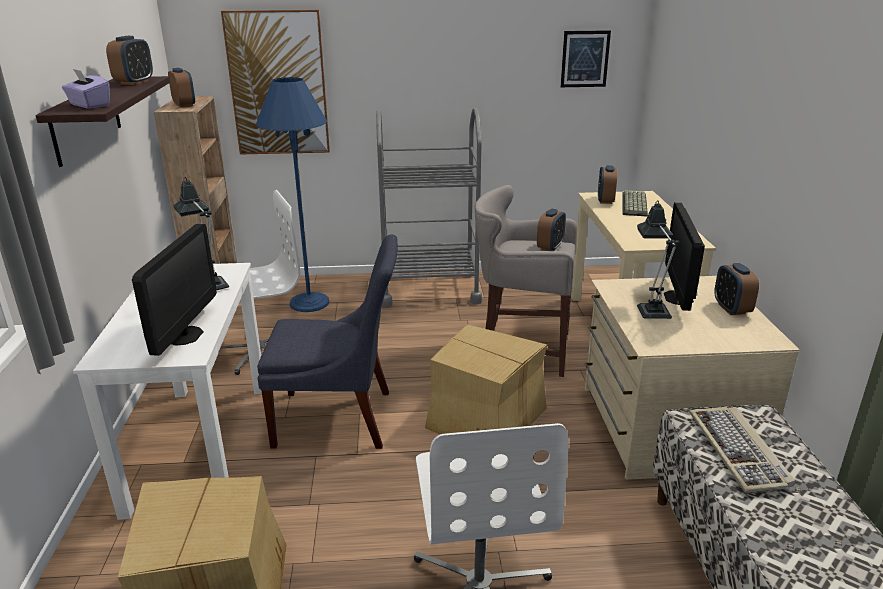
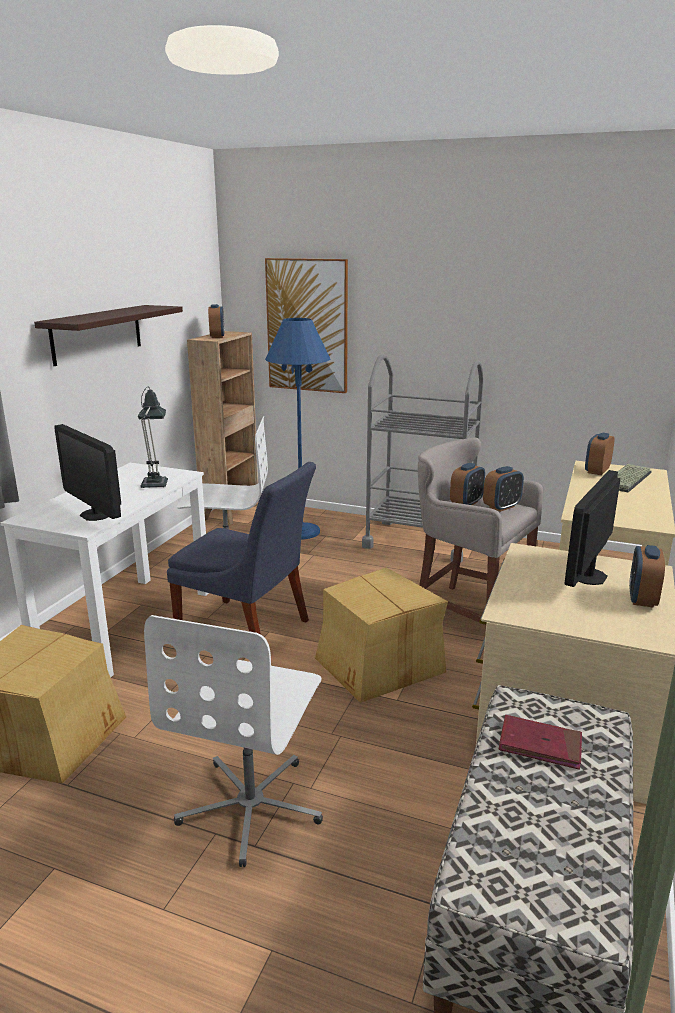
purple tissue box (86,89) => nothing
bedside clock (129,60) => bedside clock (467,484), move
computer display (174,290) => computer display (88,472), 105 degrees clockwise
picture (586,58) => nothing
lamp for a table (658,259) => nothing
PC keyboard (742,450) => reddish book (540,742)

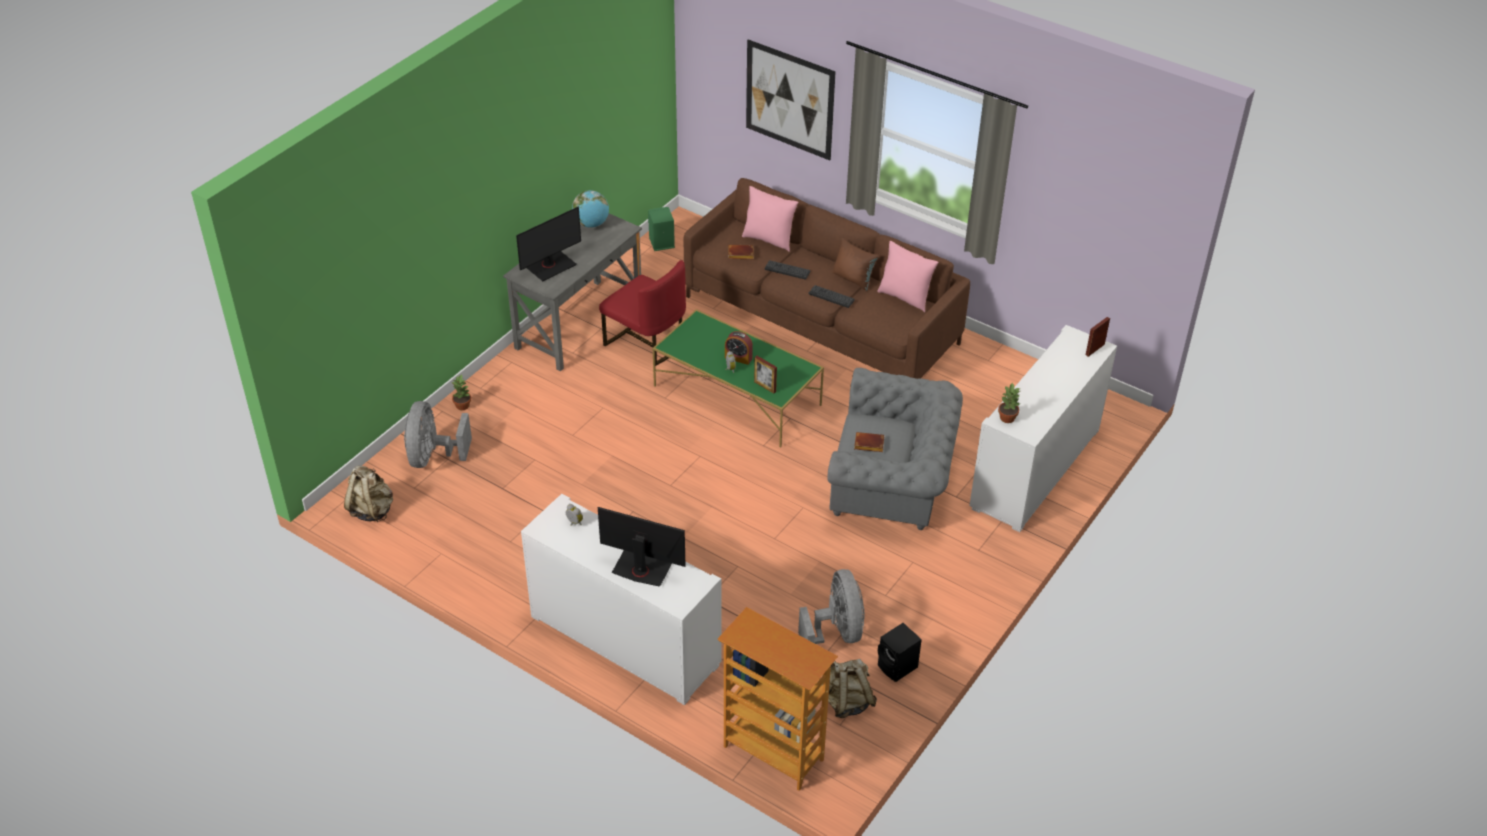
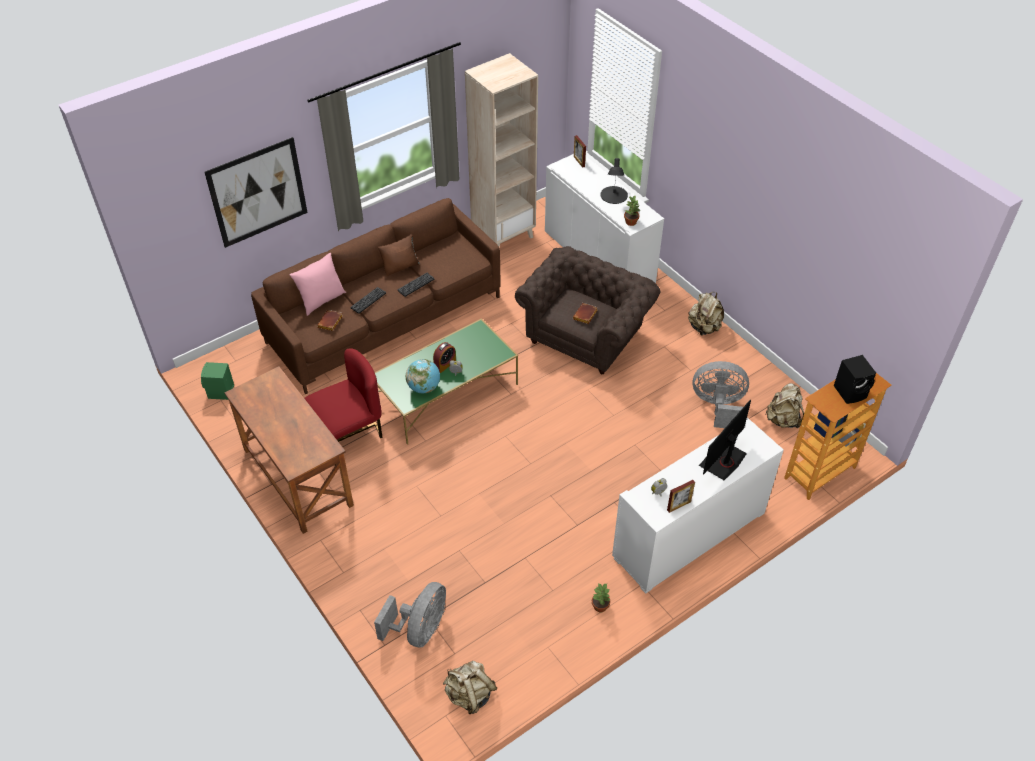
greyish fan (438,434) => greyish fan (410,615), 90 degrees counterclockwise
potted plant (461,392) => potted plant (601,597), move
greyish desk table (572,292) => brownish desk table (289,450)
computer display (548,244) => nothing
globe (590,209) => globe (423,376), move
standing frame (765,375) => standing frame (681,496), move
greyish lounge chair (895,449) => brownish lounge chair (587,310)
pink throw pillow (908,276) => nothing
blackish speaker (900,652) => blackish speaker (855,379), move
nothing => sand-coloured bookcase (501,150)
nothing => blackish lamp for a table (614,181)
nothing => sand-coloured rucksack (706,314)

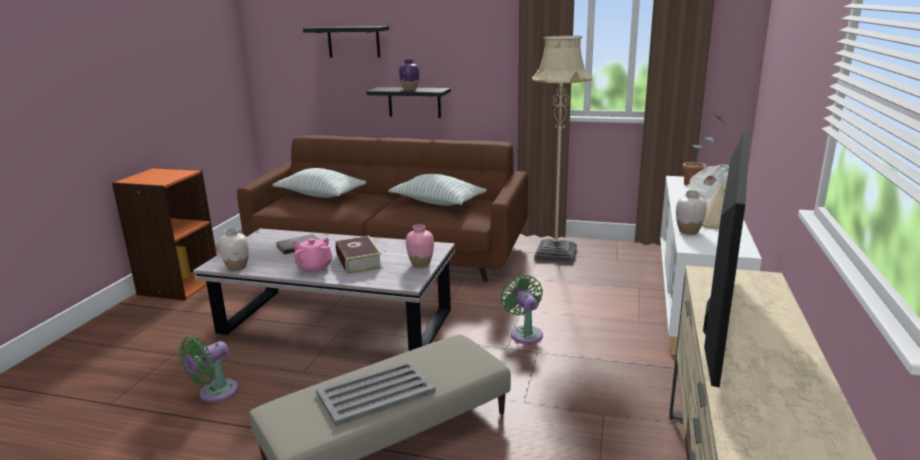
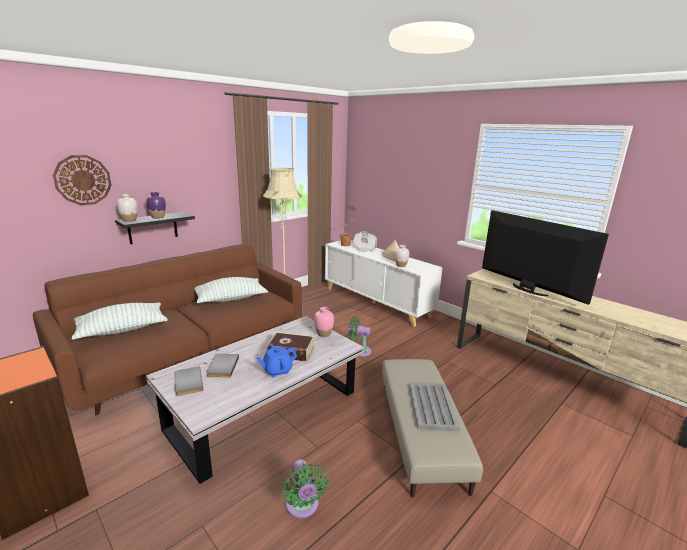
white-coloured flower vase (234,249) => white-coloured flower vase (127,208), move
pink teapot (312,255) => blue-coloured teapot (276,361)
blackish wall shelf (346,41) => wall clock (82,180)
nothing => greyish book (188,381)

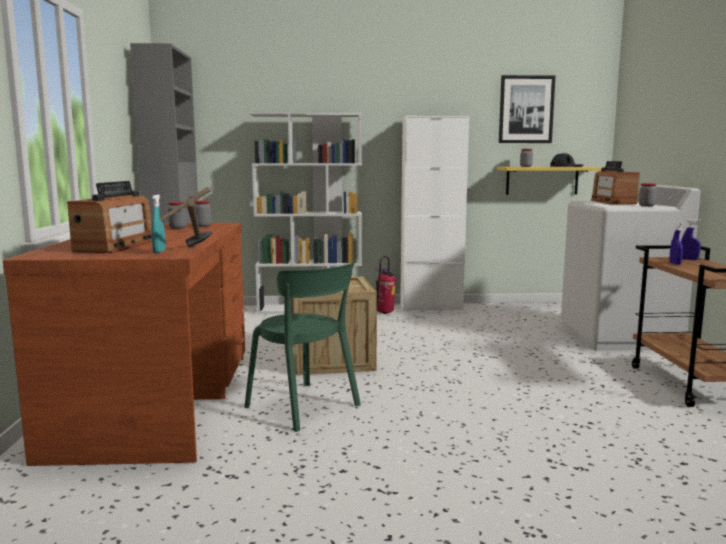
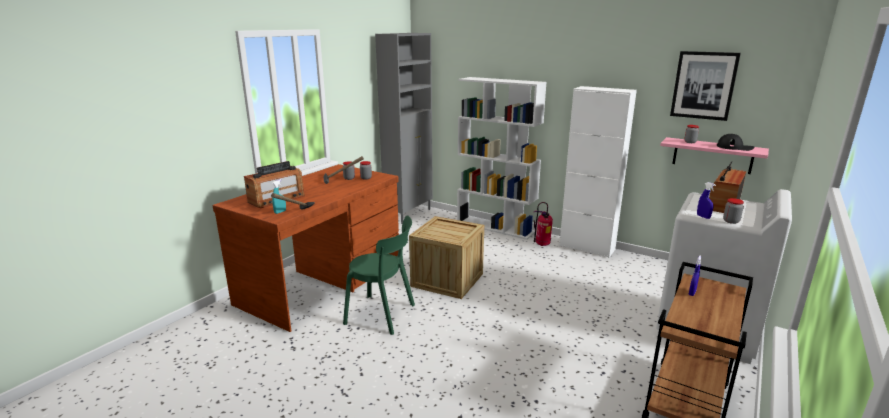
greenish plain chair (302,345) => greenish plain chair (379,275), 60 degrees counterclockwise
yellow-coloured wall shelf (549,181) => pink wall shelf (714,155)
blue-coloured hand sprayer (691,239) => blue-coloured hand sprayer (706,200), move

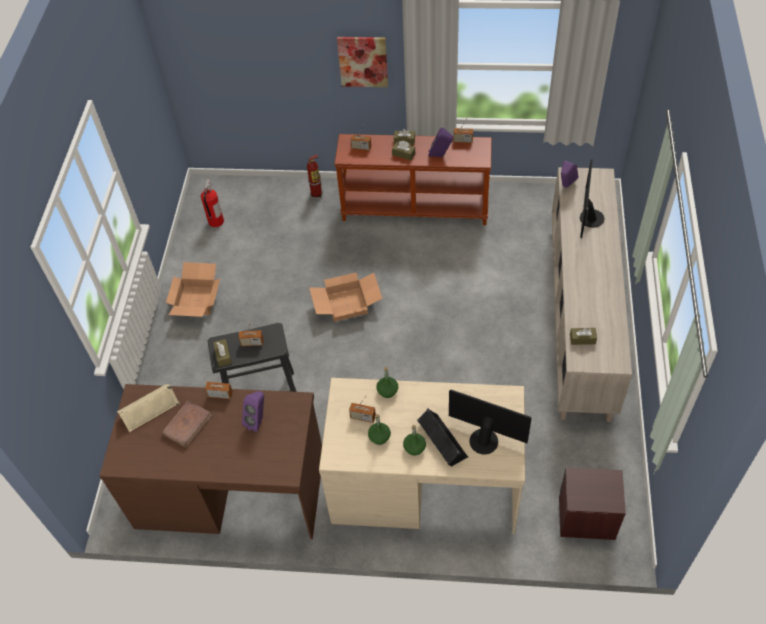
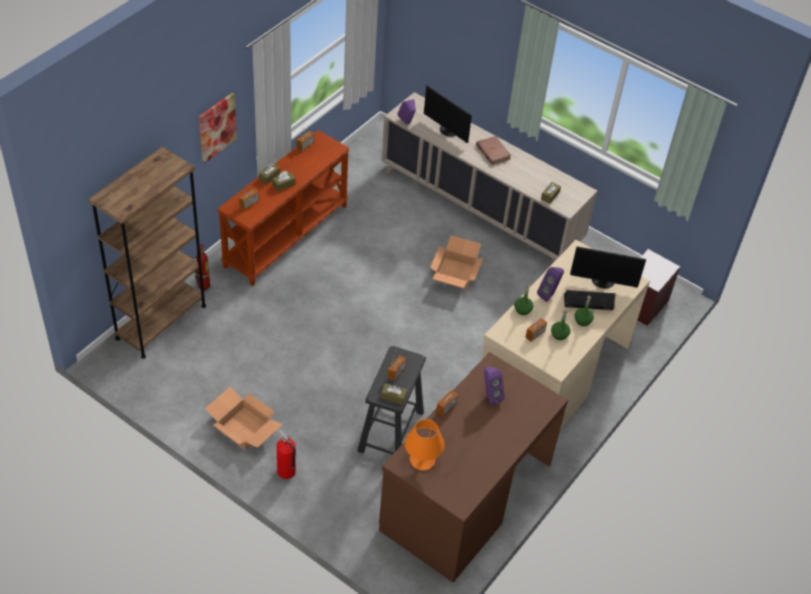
sand-coloured speaker (148,407) => orangey lamp for a table (424,445)
brownish book (187,424) => brownish book (493,150), move
extinguisher (212,203) => extinguisher (286,454), move
cardboard box (345,297) => cardboard box (456,262), move
purple speaker (441,142) => purple speaker (550,284), move
computer display (490,422) => computer display (608,267), 135 degrees counterclockwise
nothing => brownish bookcase (147,252)

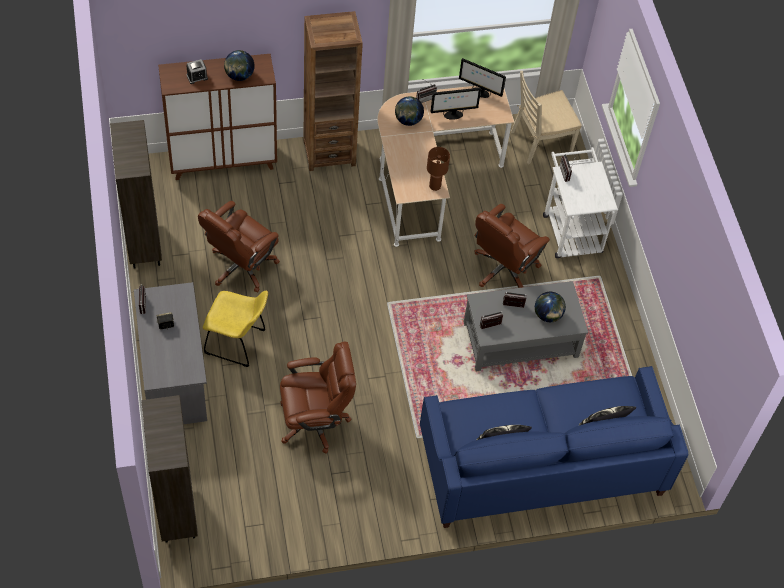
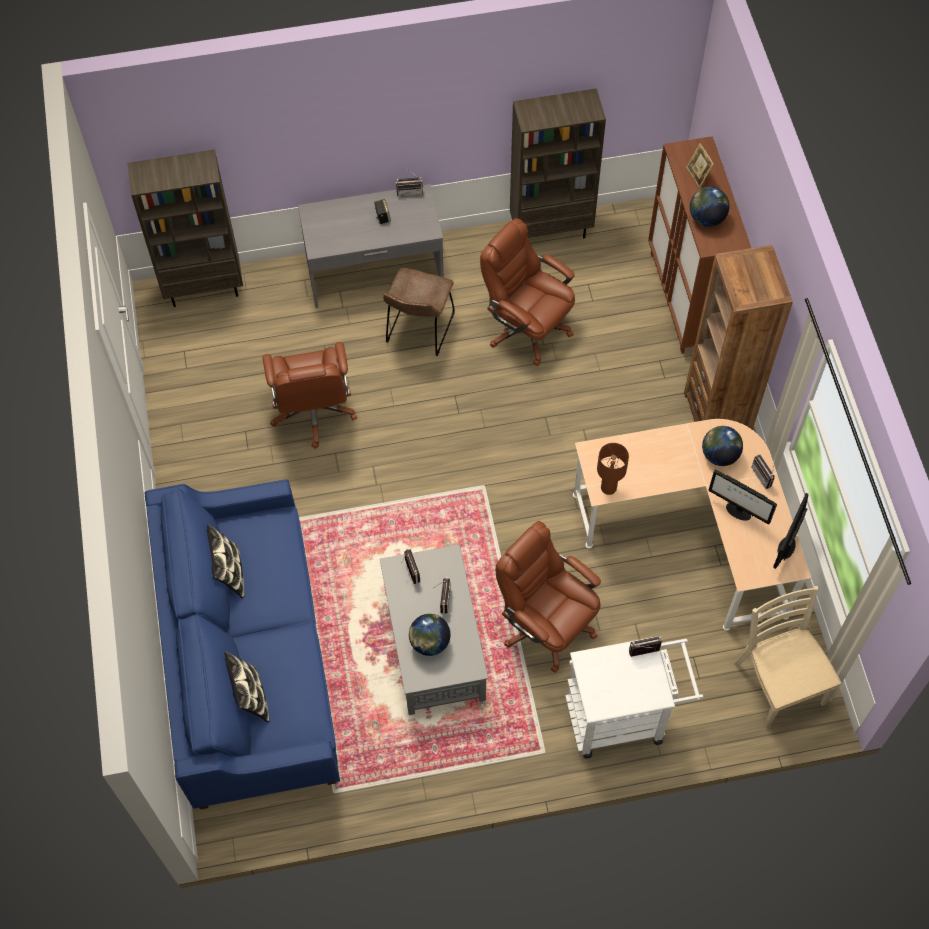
bedside clock (197,71) => standing frame (700,165)
yellow-coloured plain chair (235,329) => brownish plain chair (419,312)
computer display (456,104) => computer display (742,497), 45 degrees counterclockwise

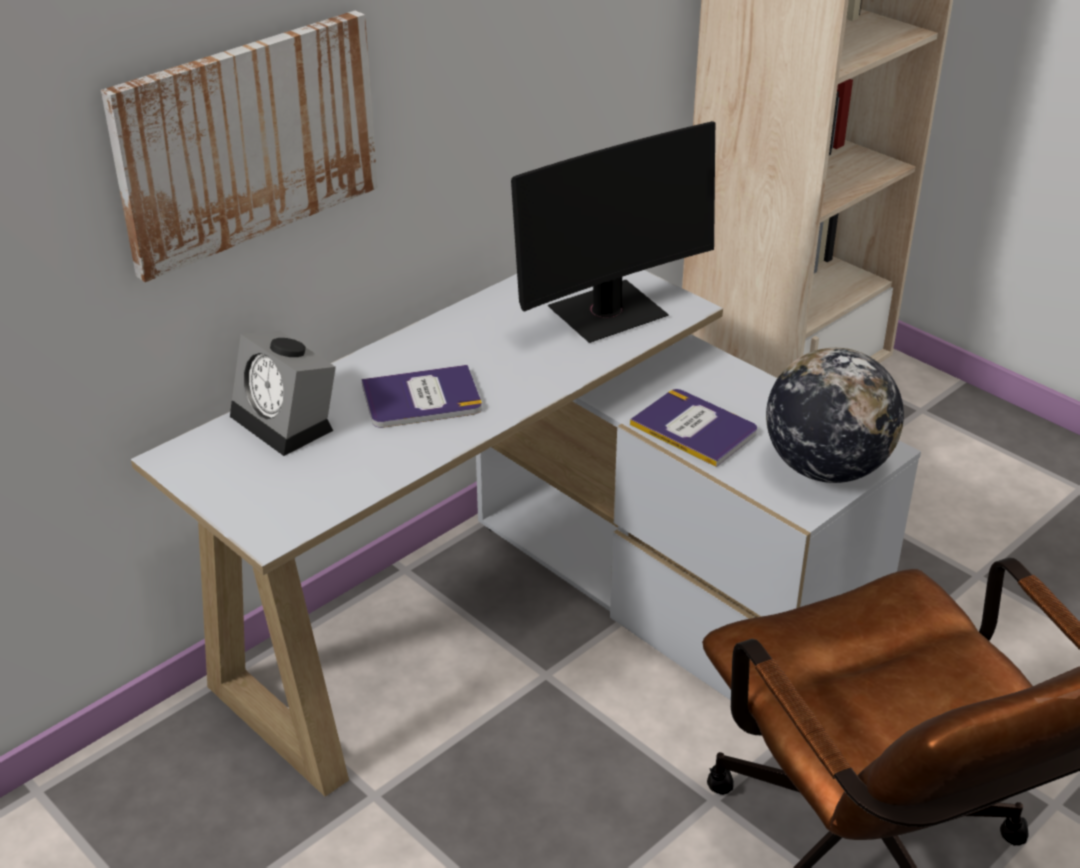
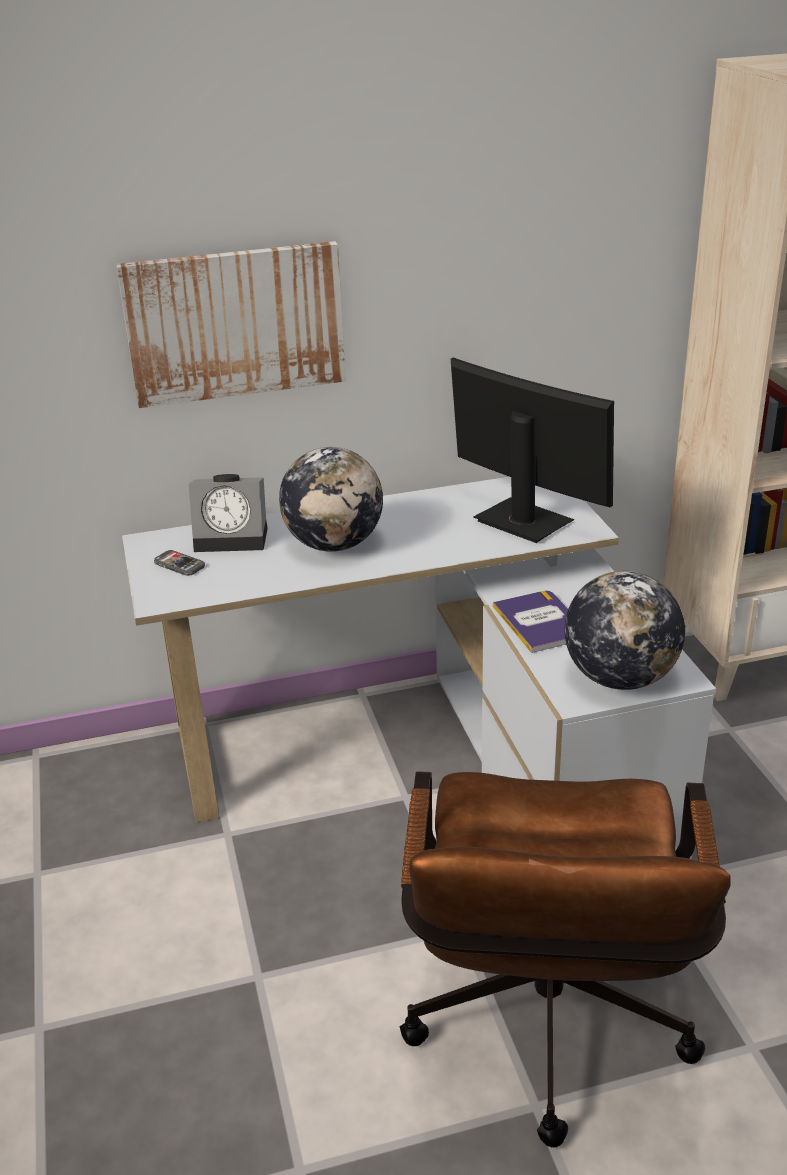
bedside clock (283,393) => bedside clock (228,513), 75 degrees counterclockwise
book (421,396) => globe (331,499)
computer display (613,232) => computer display (532,450), 135 degrees counterclockwise
nothing => phone (179,563)

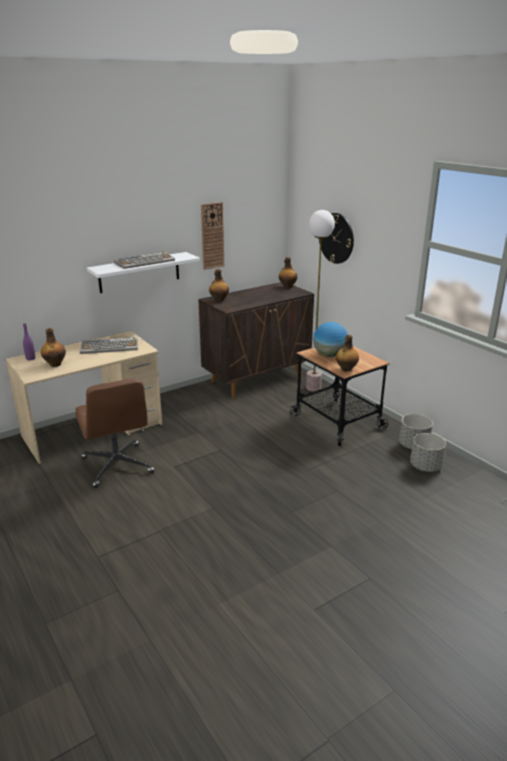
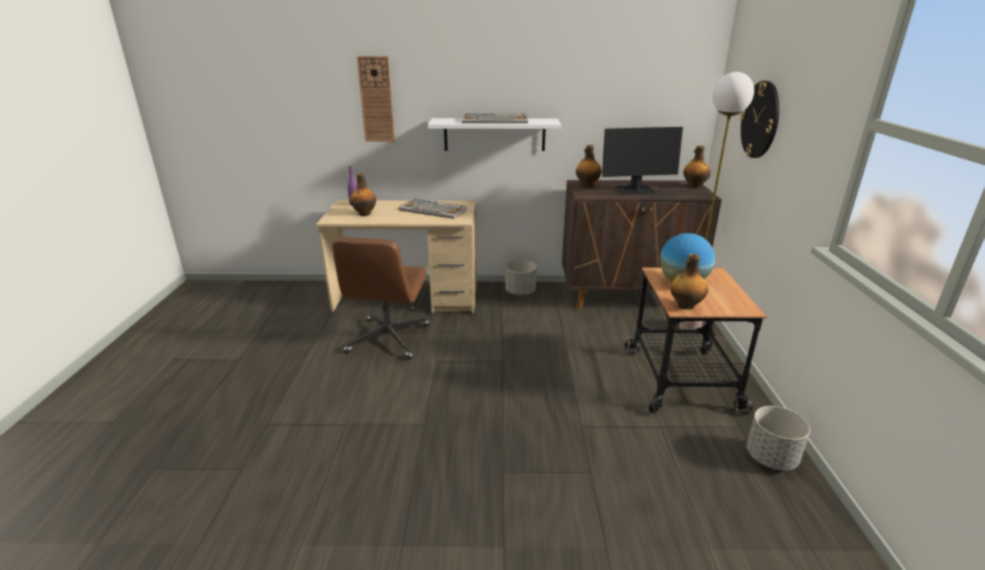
wall clock (212,236) => wall clock (376,99), move
greyish planter (428,452) => greyish planter (521,277), move
nothing => computer display (642,161)

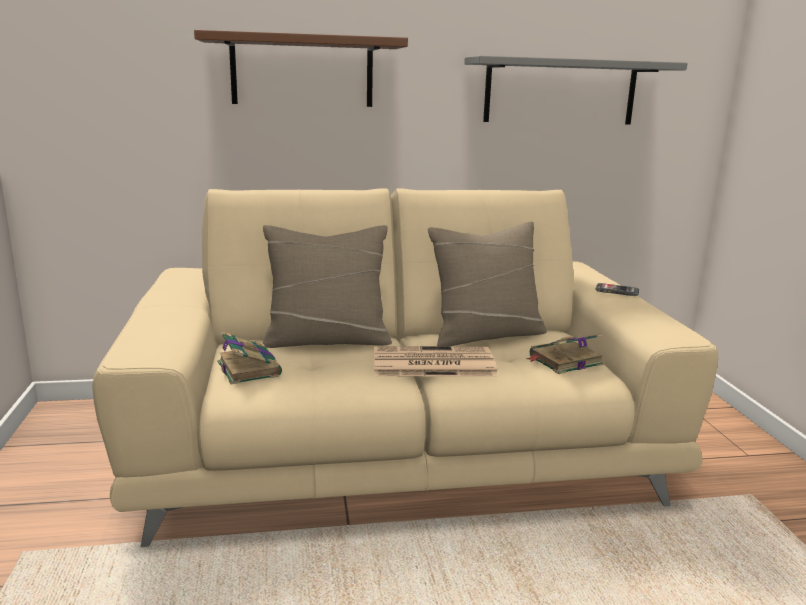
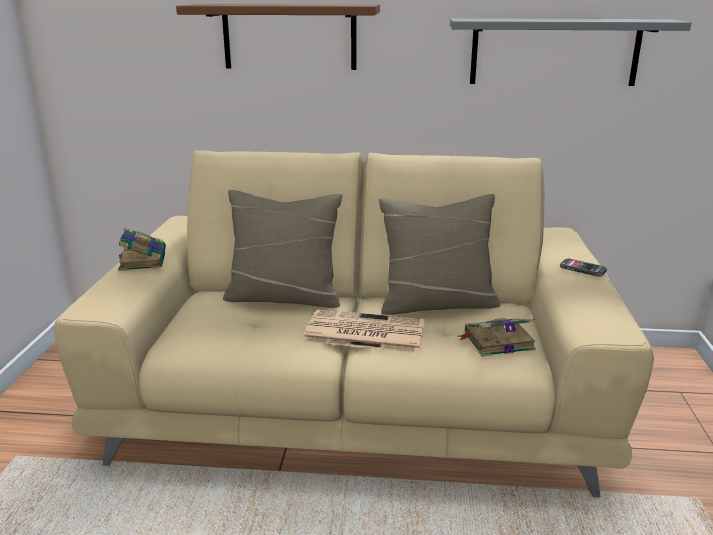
book (250,358) => book (142,249), move

